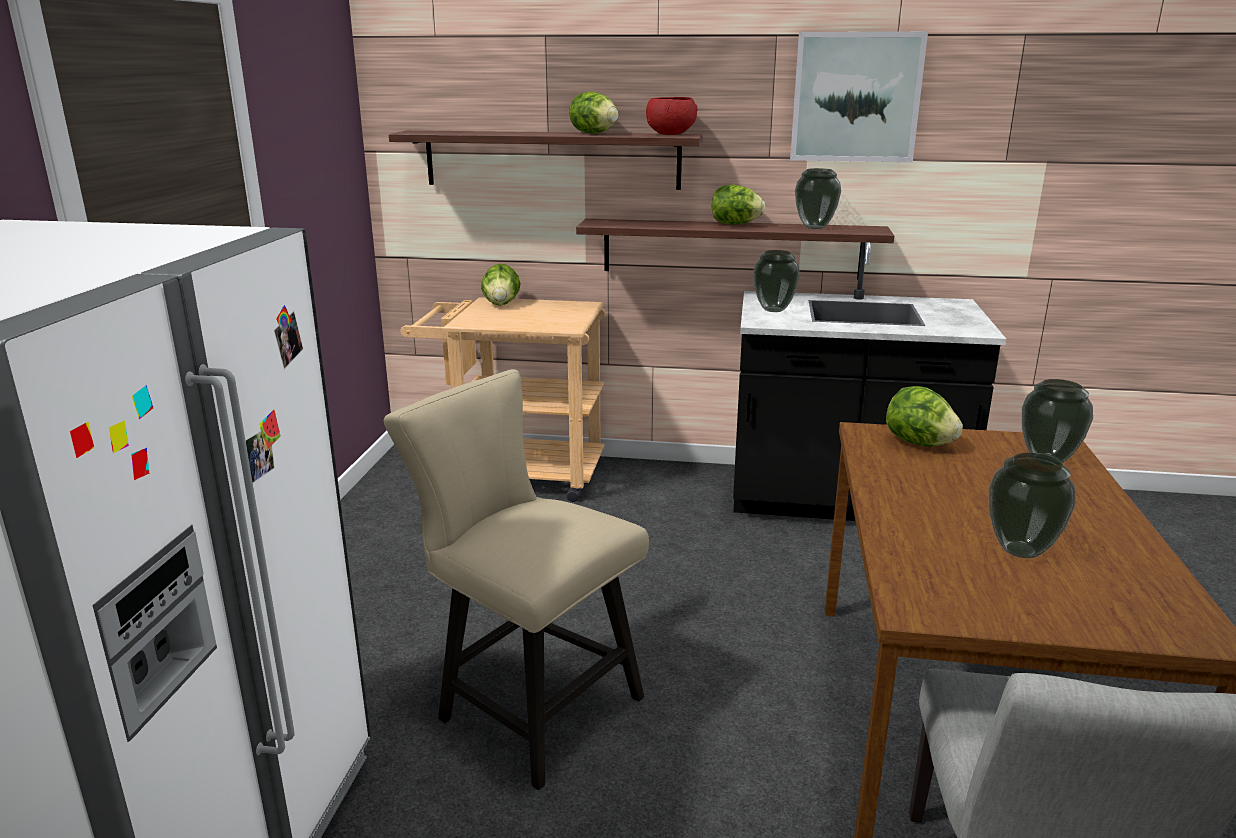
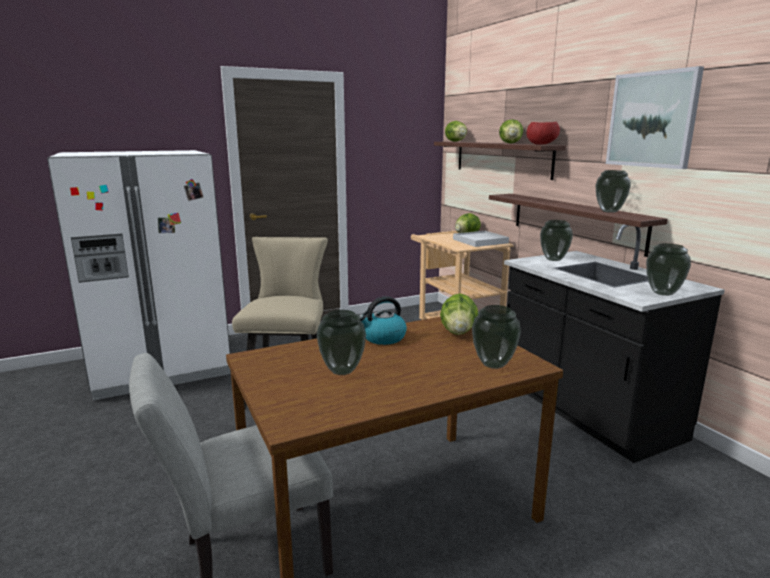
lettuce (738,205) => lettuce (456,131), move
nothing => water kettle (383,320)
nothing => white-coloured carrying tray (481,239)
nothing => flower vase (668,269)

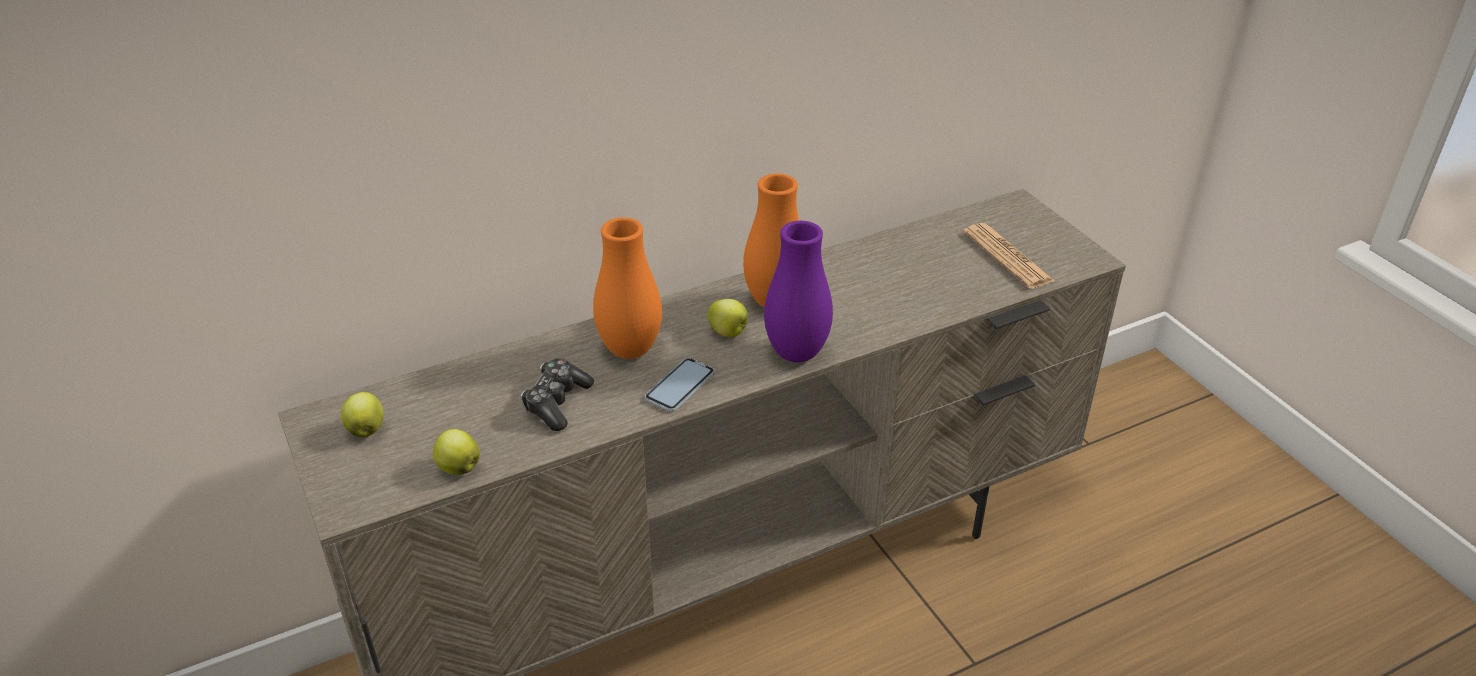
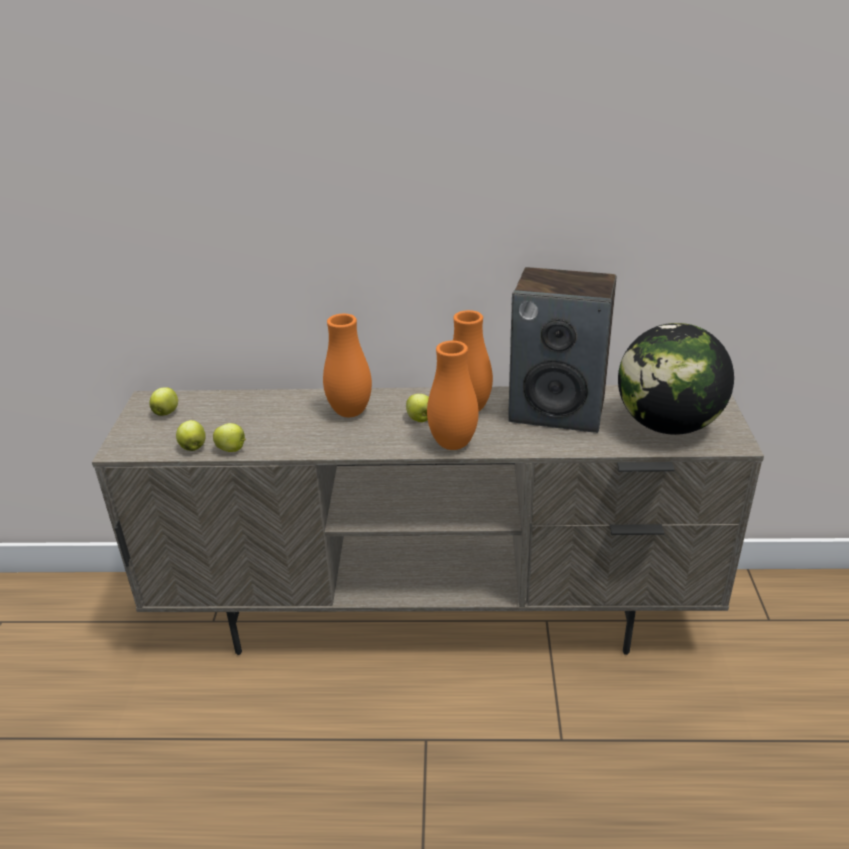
game controller (557,395) => nothing
phone (680,385) => nothing
purple flower vase (798,291) => orangey flower vase (453,395)
newspaper (1009,256) => globe (676,379)
nothing => apple fruit (229,437)
nothing => speaker (562,350)

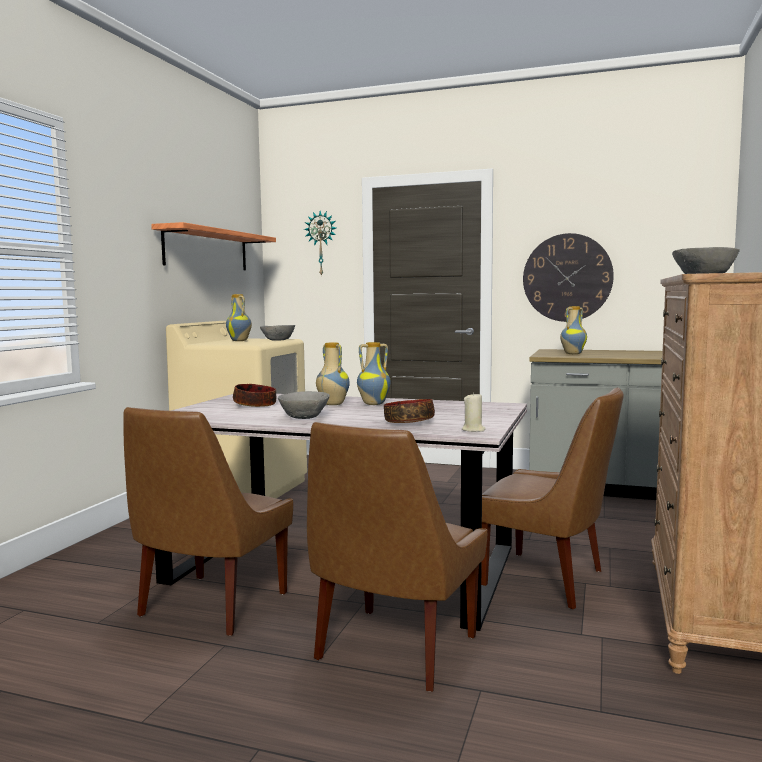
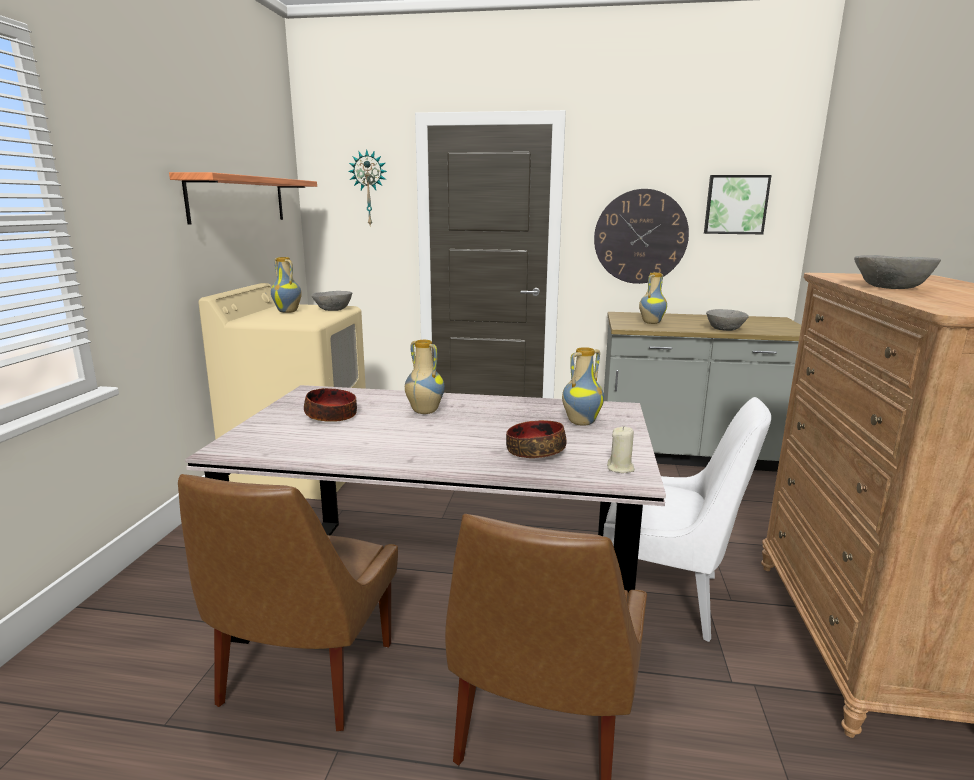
greyish bowl (304,405) => greyish bowl (727,320), move
flower vase (374,373) => flower vase (583,386), move
brownish plain chair (552,498) => white-coloured plain chair (687,519)
nothing => picture (738,204)

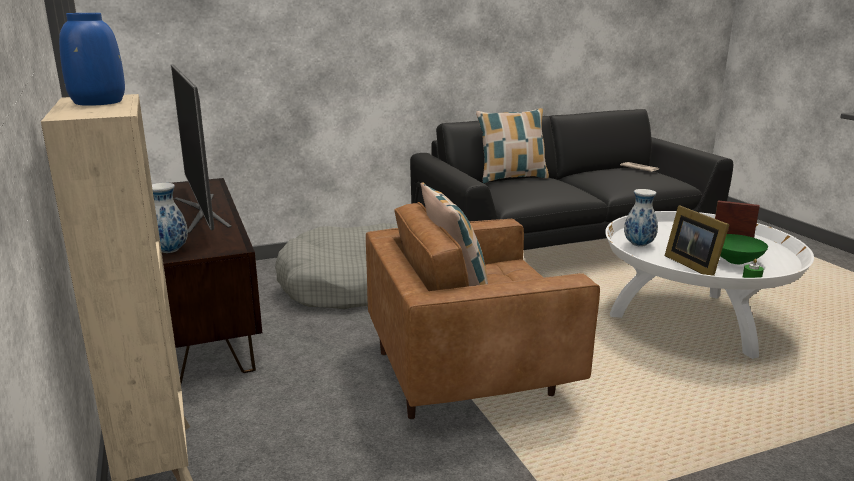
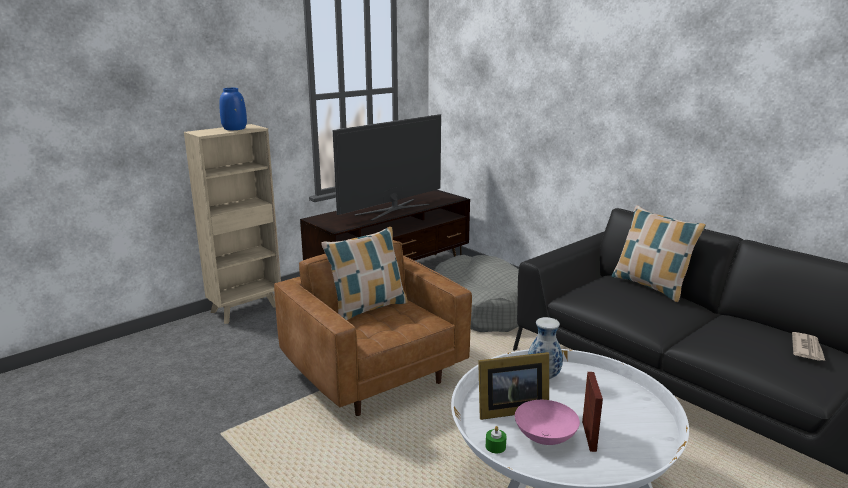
flower vase (170,218) => nothing
standing frame (697,240) => standing frame (513,386), 150 degrees counterclockwise
greenish bowl (744,249) => pink bowl (547,422)

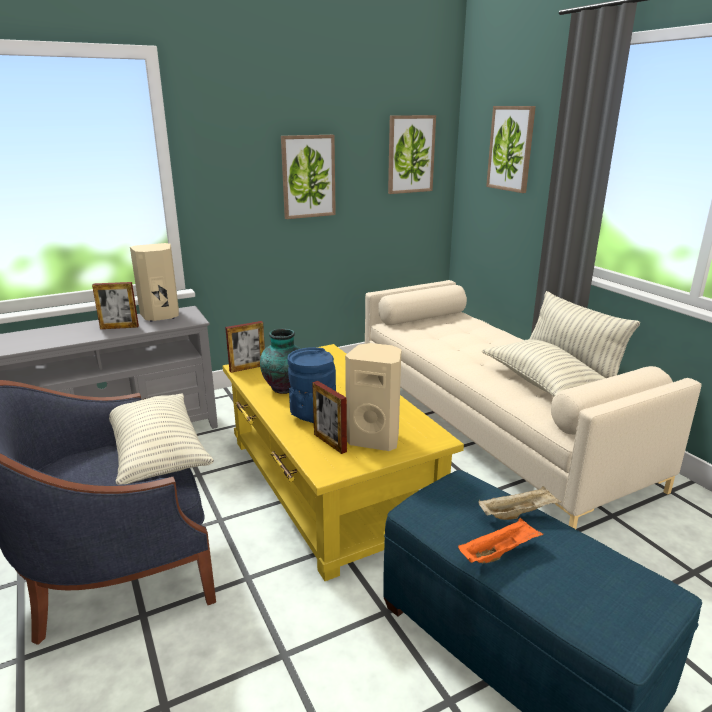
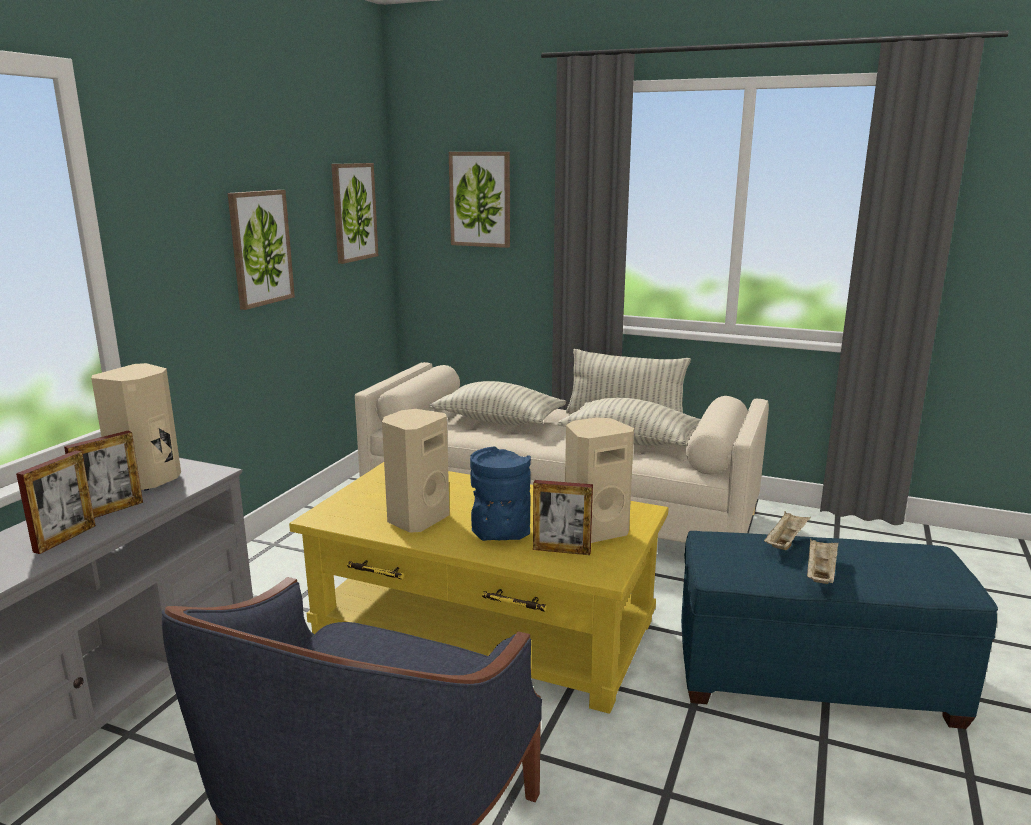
throw pillow (161,439) => throw pillow (497,403), move
standing frame (245,347) => standing frame (56,502), move
flower vase (280,361) => sand-coloured speaker (416,471)
orangey carrying tray (500,540) => sand-coloured carrying tray (822,561)

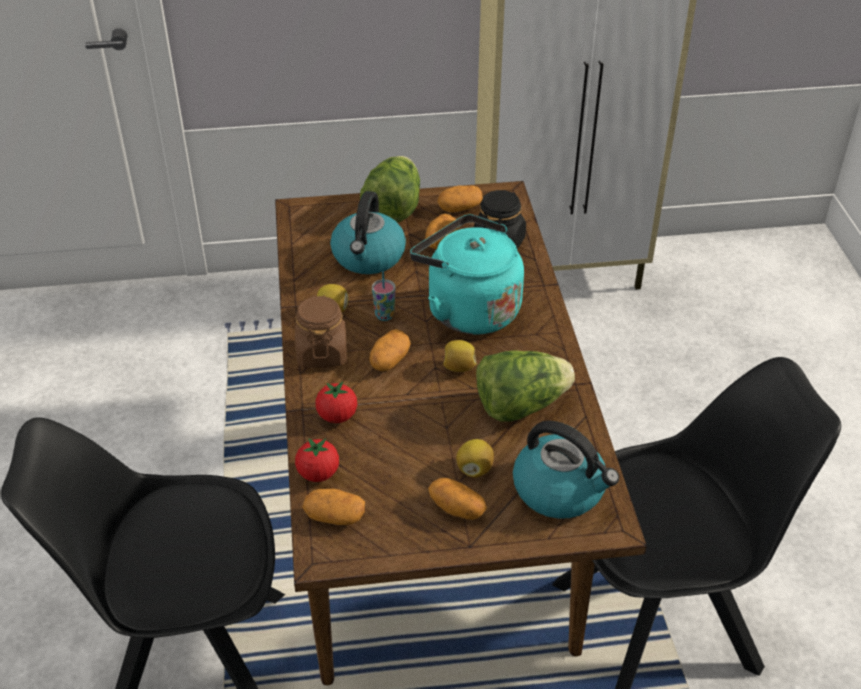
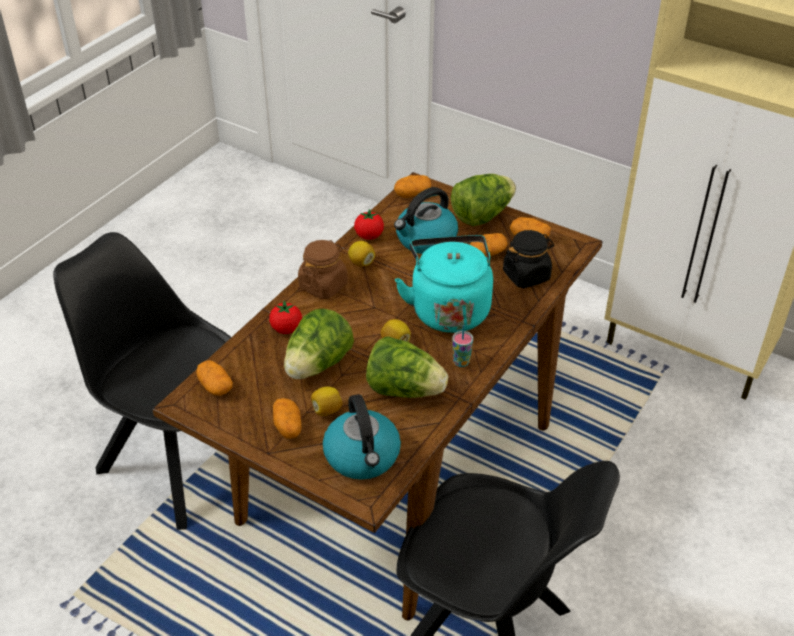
fresh tomato (317,460) => fresh tomato (369,224), move
potato (390,350) => potato (412,186), move
small cup (383,296) => small cup (462,346), move
nothing => lettuce (319,344)

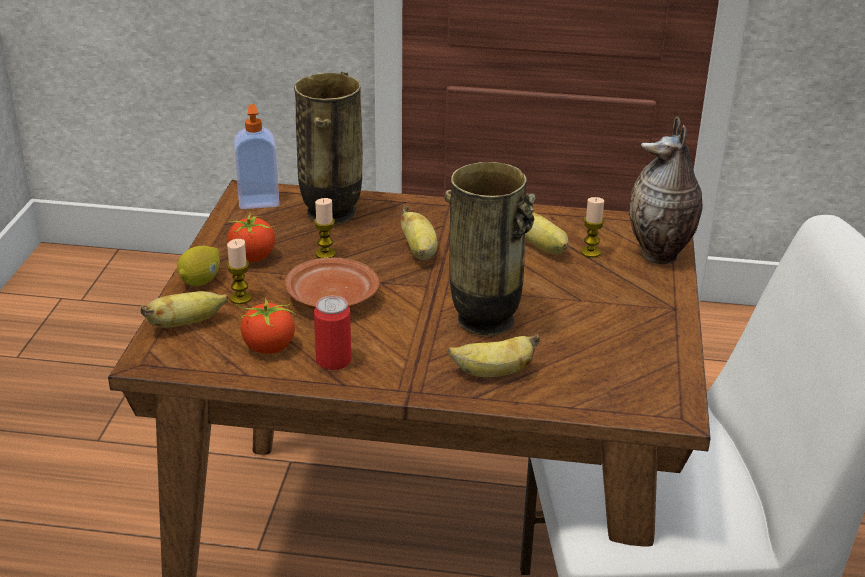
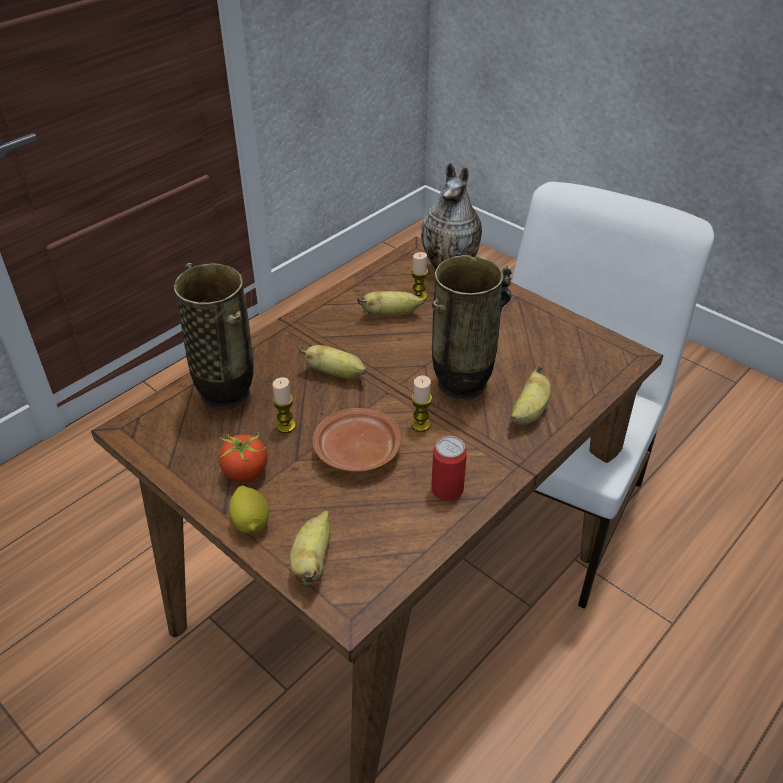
wax candle (239,271) => wax candle (421,404), move
liquid soap bottle (256,156) => nothing
fresh tomato (266,326) => nothing

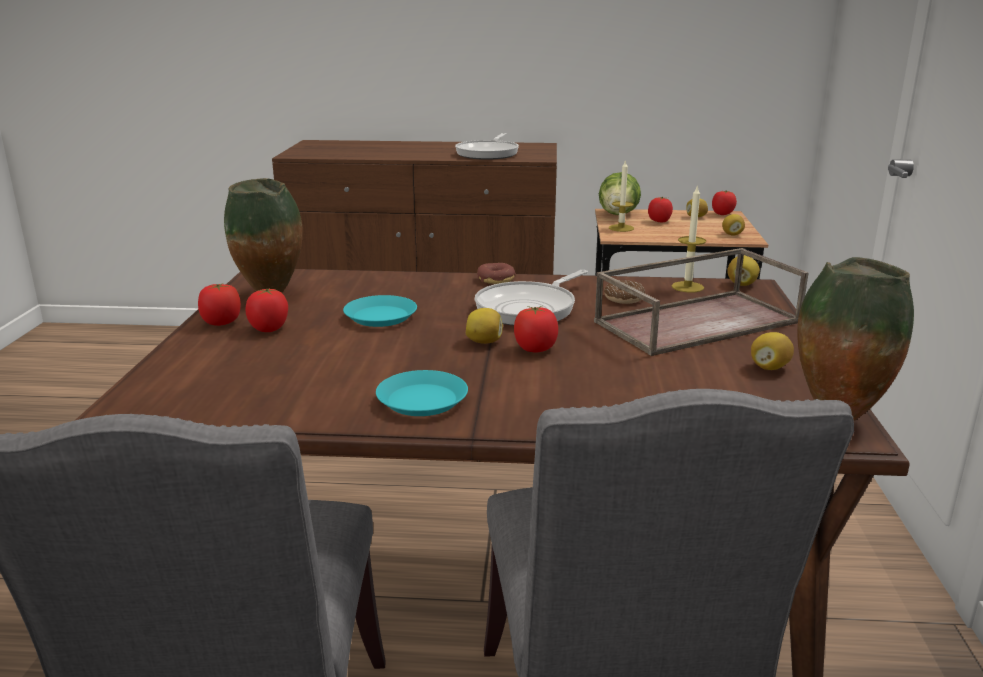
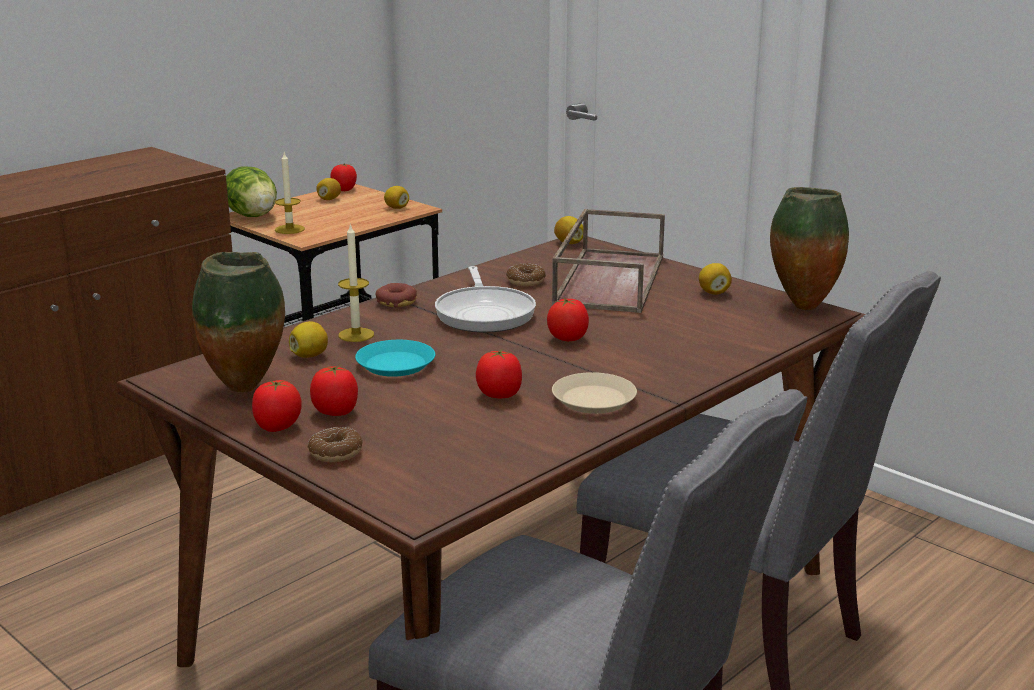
blue-green plate (422,393) => sand-coloured plate (594,393)
frying pan (487,146) => nothing
lemon (484,326) => lemon (308,339), move
fresh tomato (660,209) => fresh tomato (499,373), move
wax candle (689,239) => wax candle (356,282), move
nothing => doughnut (335,444)

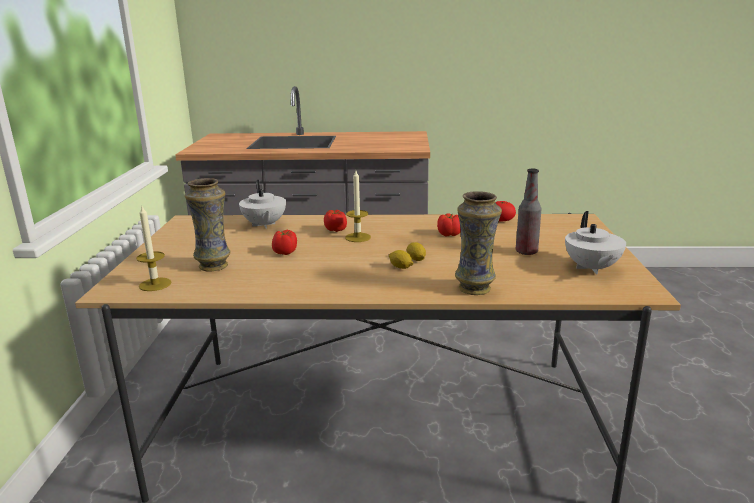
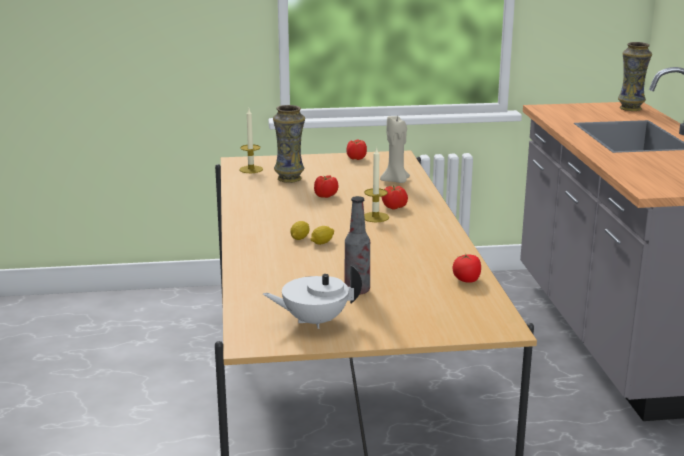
white-coloured teapot (262,204) => sand-coloured wax candle (395,149)
fresh tomato (449,225) => fresh tomato (356,149), move
flower vase (478,243) => flower vase (635,76), move

